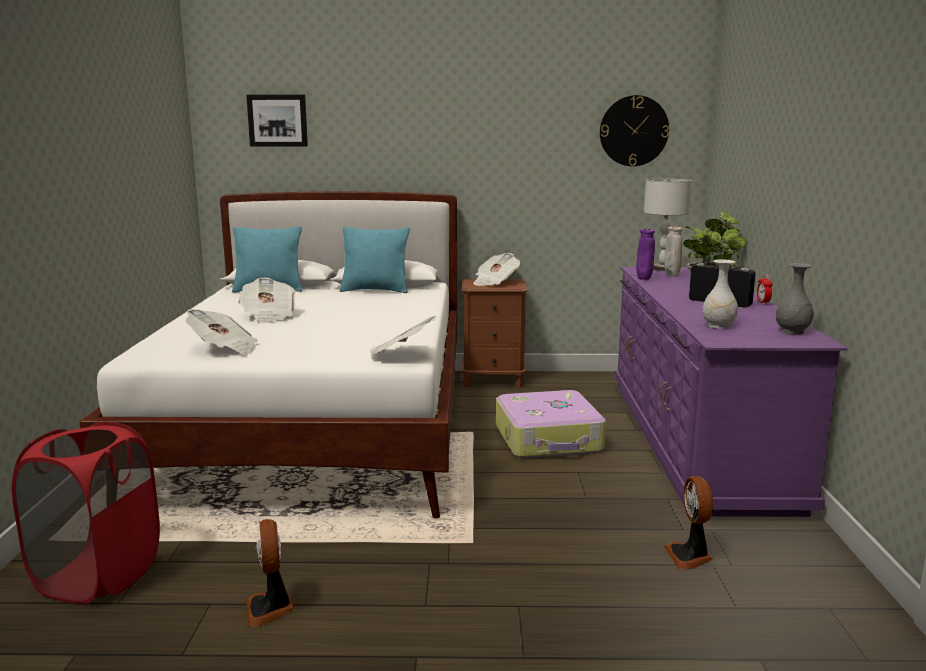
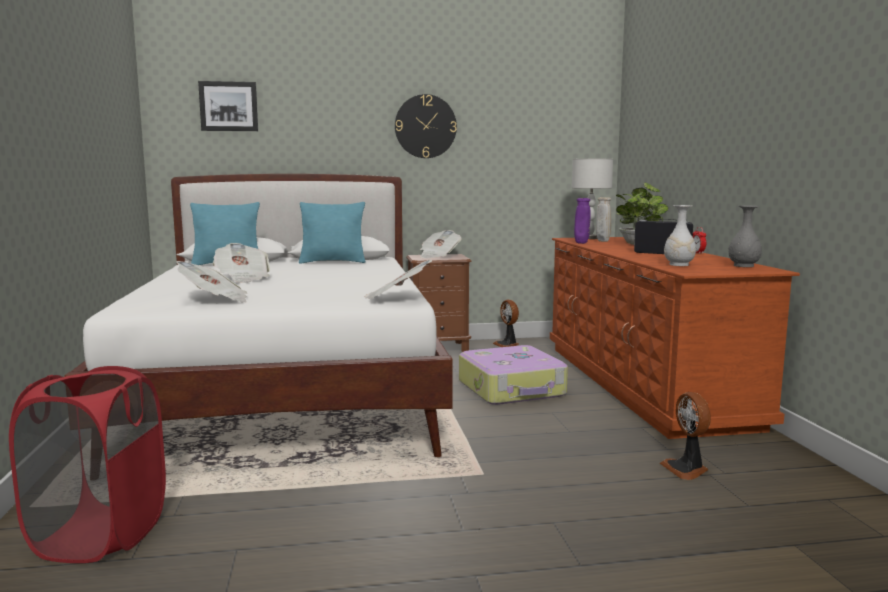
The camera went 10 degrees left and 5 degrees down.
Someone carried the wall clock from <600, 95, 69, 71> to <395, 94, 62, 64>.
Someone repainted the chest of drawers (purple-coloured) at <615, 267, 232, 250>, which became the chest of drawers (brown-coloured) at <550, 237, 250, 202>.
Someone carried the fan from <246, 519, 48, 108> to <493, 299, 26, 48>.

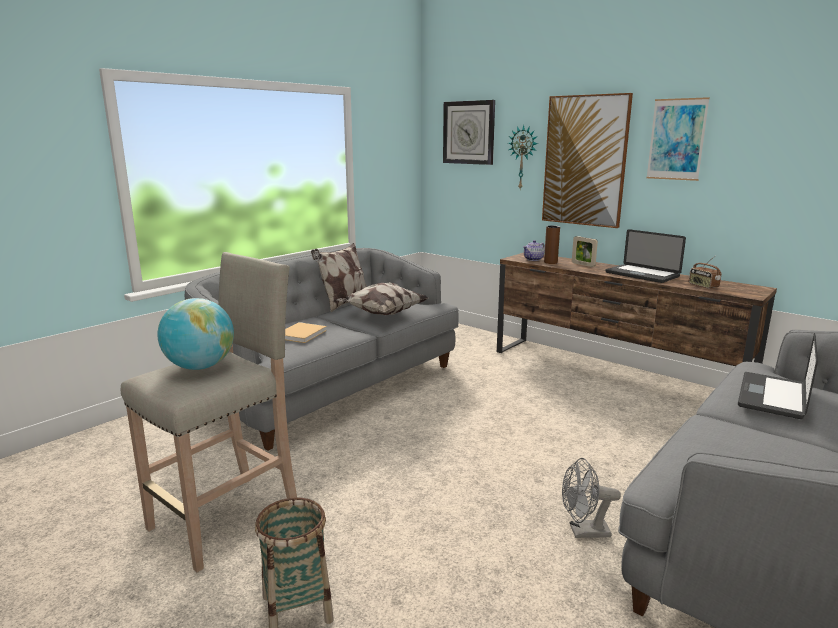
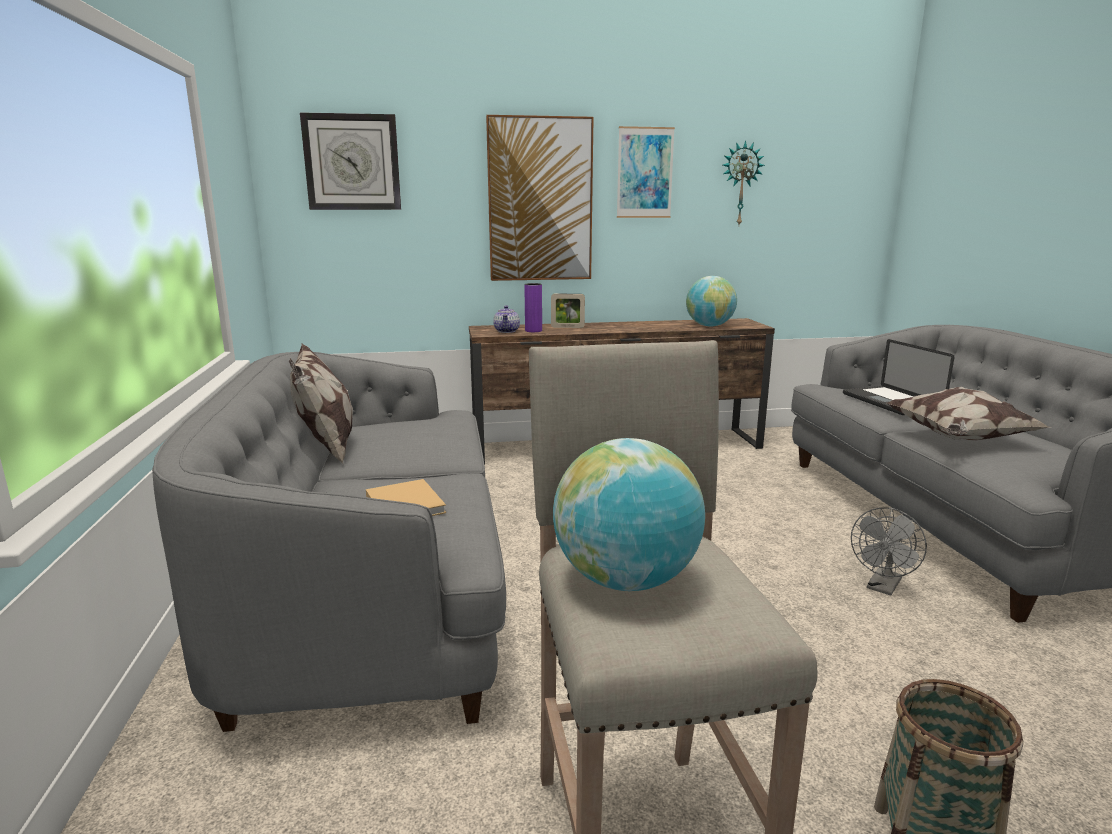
The camera went 50 degrees left and 0 degrees up.
Someone carried the wall clock from <508, 125, 30, 64> to <723, 140, 42, 85>.
Someone repainted the decorative vase (brown-coloured) at <544, 226, 16, 38>, which became the decorative vase (purple-coloured) at <524, 283, 18, 49>.
Someone took away the portable computer at <606, 229, 80, 54>.
Someone swapped the radio set at <689, 256, 32, 33> for the world globe at <686, 276, 51, 51>.
Someone carried the throw pillow from <336, 282, 92, 33> to <887, 387, 163, 53>.

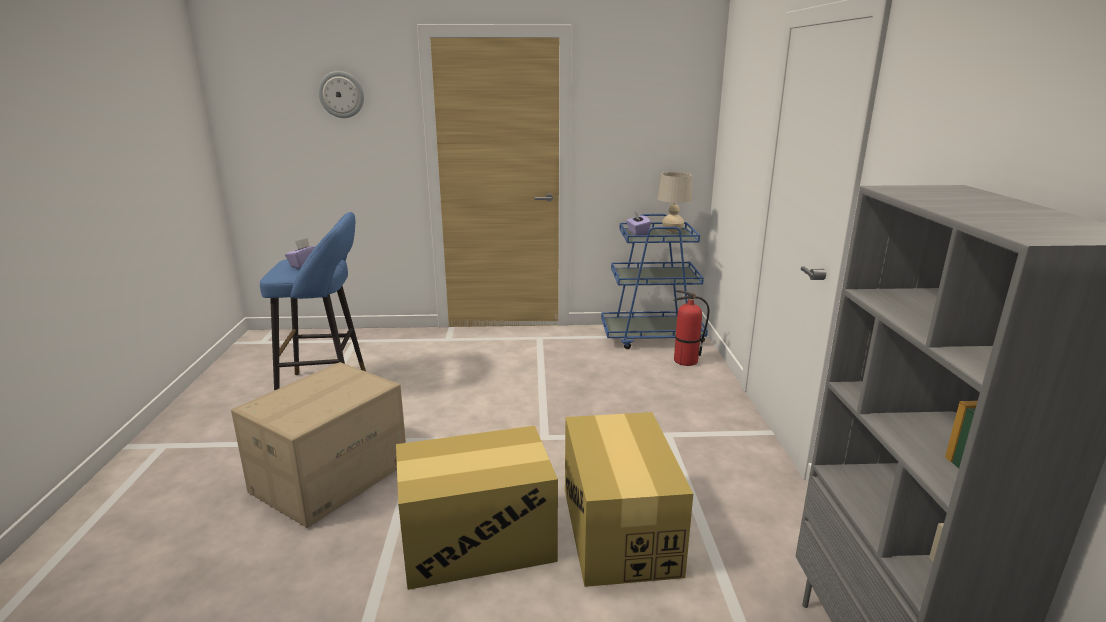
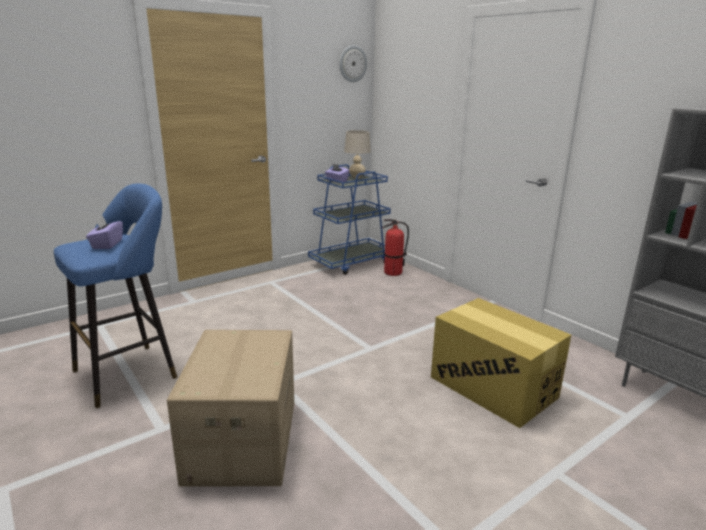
The camera went 35 degrees left and 0 degrees up.
Someone carried the wall clock from <318, 71, 46, 47> to <339, 45, 28, 37>.
Someone took away the packing box at <396, 426, 162, 164>.

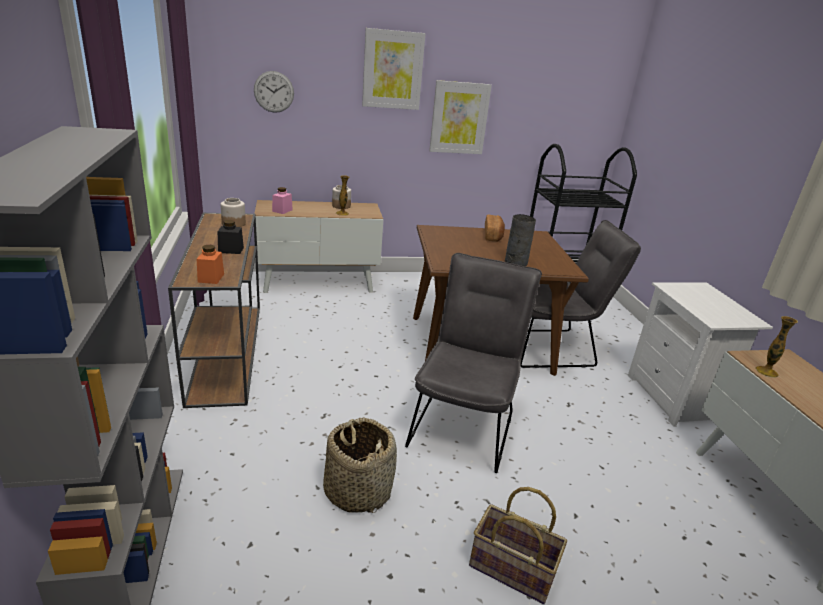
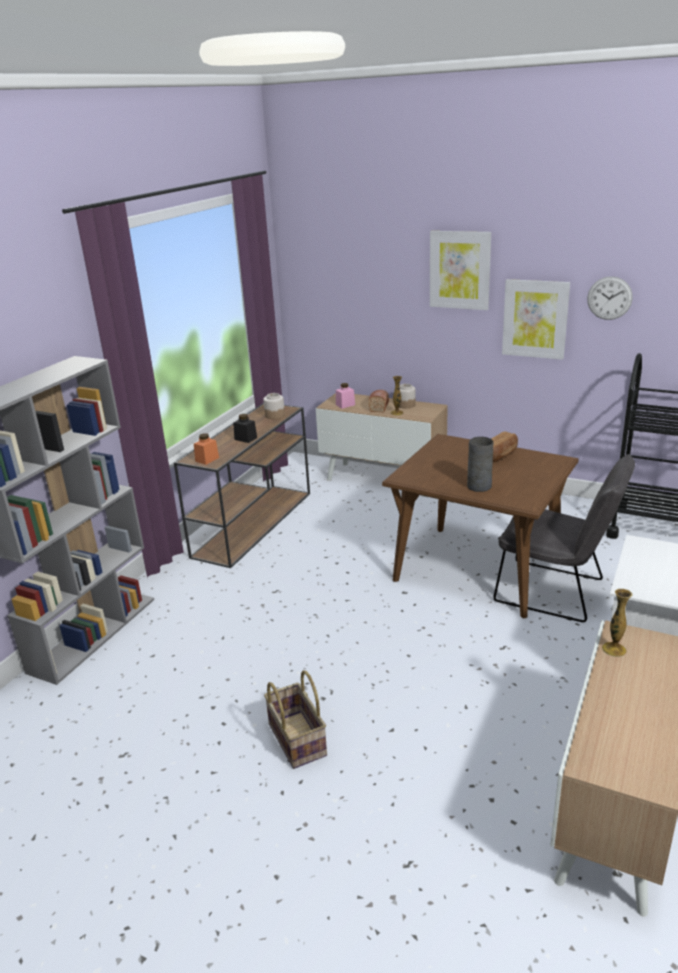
The camera went 40 degrees right and 0 degrees up.
Someone carried the wall clock from <254, 71, 40, 42> to <587, 276, 46, 44>.
Someone took away the upright chair (greyish) at <405, 253, 137, 220>.
Someone took away the household basket at <323, 417, 74, 96>.
Someone put down the bakery bread at <368, 390, 21, 22>.

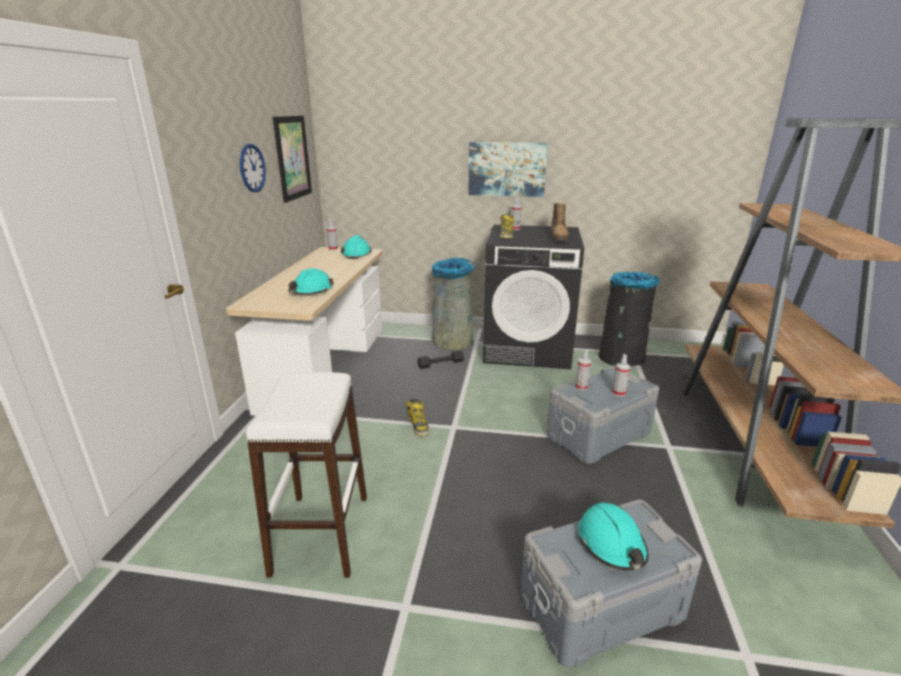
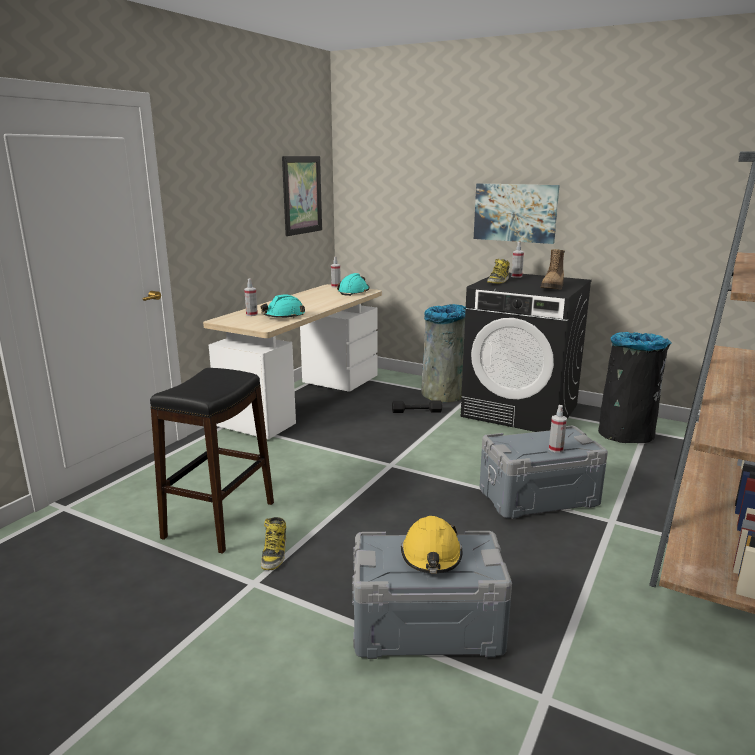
The camera went 20 degrees right and 5 degrees down.
Someone took away the wall clock at <240, 144, 26, 48>.
Someone carried the hand sprayer from <575, 349, 16, 42> to <244, 279, 14, 37>.
Someone repainted the stool seat (whitish) at <246, 372, 121, 206>, which became the stool seat (black-coloured) at <150, 368, 124, 186>.
Someone carried the high-top boot from <406, 399, 23, 37> to <261, 517, 25, 53>.
Someone repainted the hard hat (turquoise) at <578, 503, 70, 68>, which became the hard hat (yellowish) at <401, 516, 62, 57>.

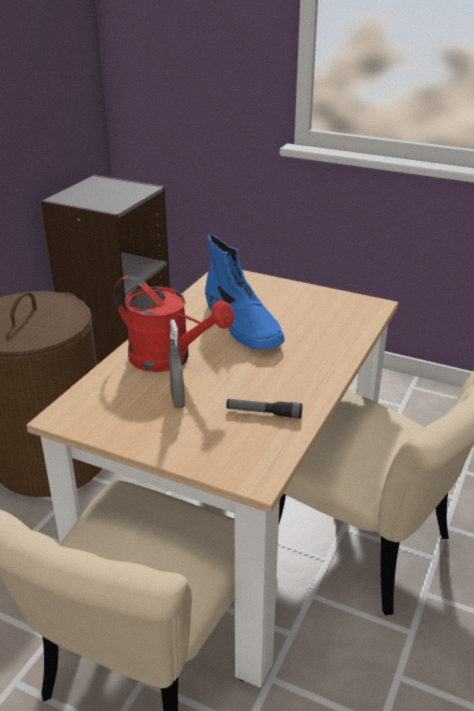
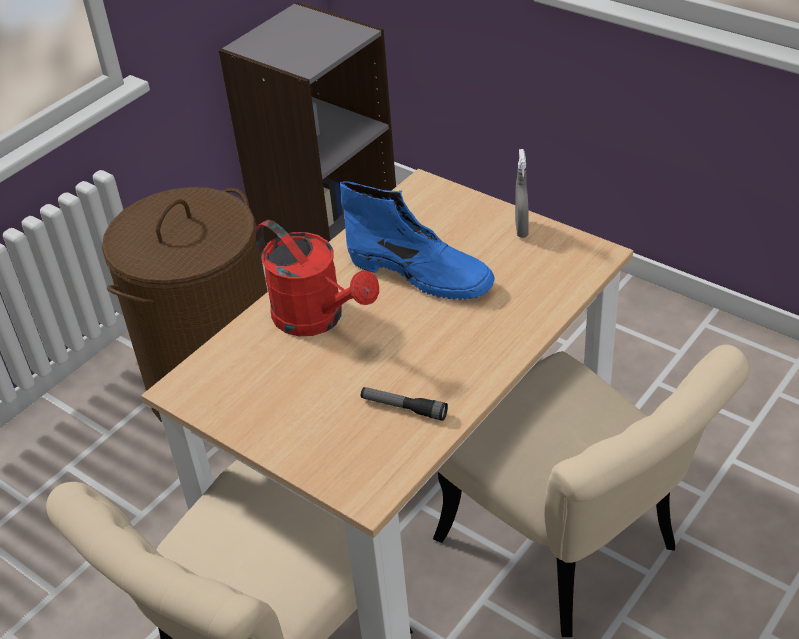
The camera went 15 degrees right and 10 degrees up.
Someone rotated the high-top boot (bluish) at <205, 235, 80, 115> by 45 degrees counterclockwise.
Someone carried the hand sprayer (greyish) from <169, 320, 16, 88> to <515, 149, 14, 89>.

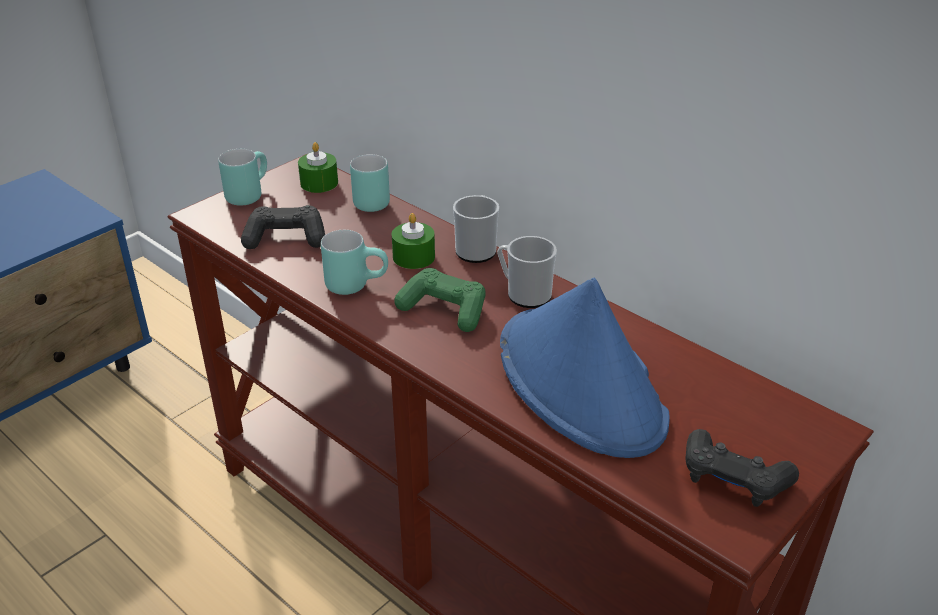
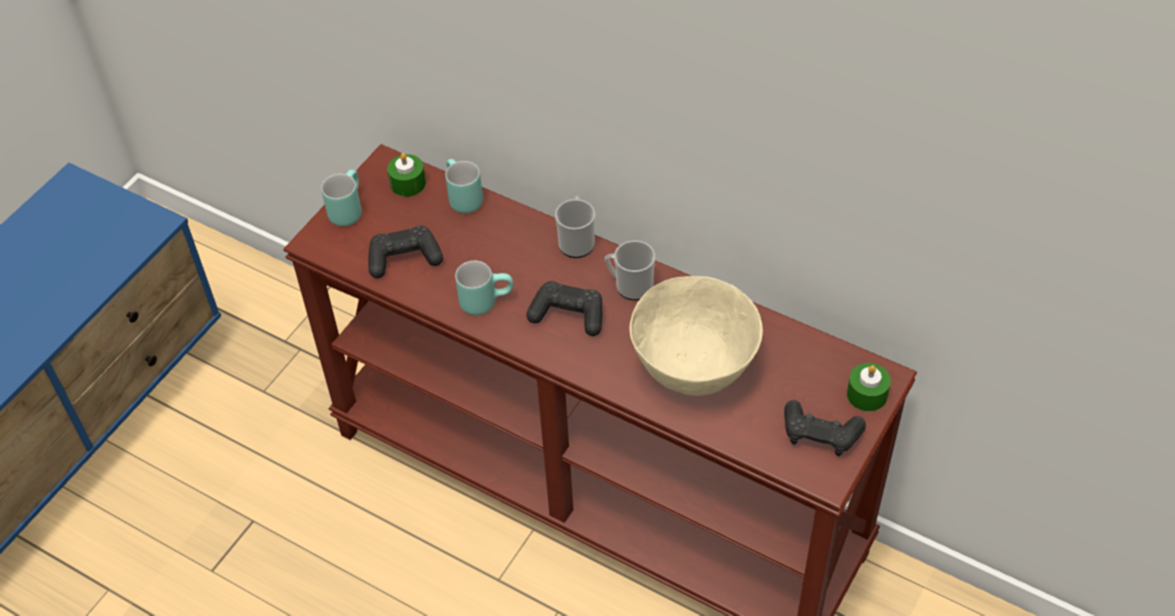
The camera went 10 degrees left and 15 degrees up.
Someone carried the wax light (green-coloured) from <392, 213, 43, 56> to <847, 363, 44, 49>.
Someone repainted the joypad (green-coloured) at <394, 268, 92, 64>, which became the joypad (black-coloured) at <526, 281, 76, 55>.
Someone swapped the wearable hat (bluish) at <500, 278, 169, 180> for the serving bowl (beige-coloured) at <630, 276, 133, 120>.

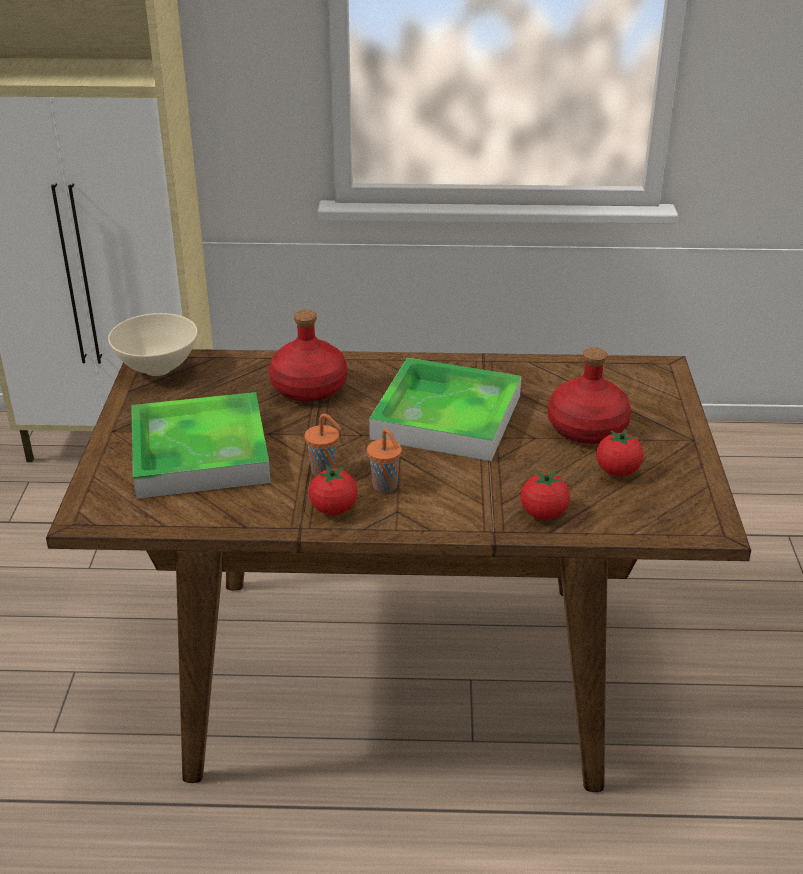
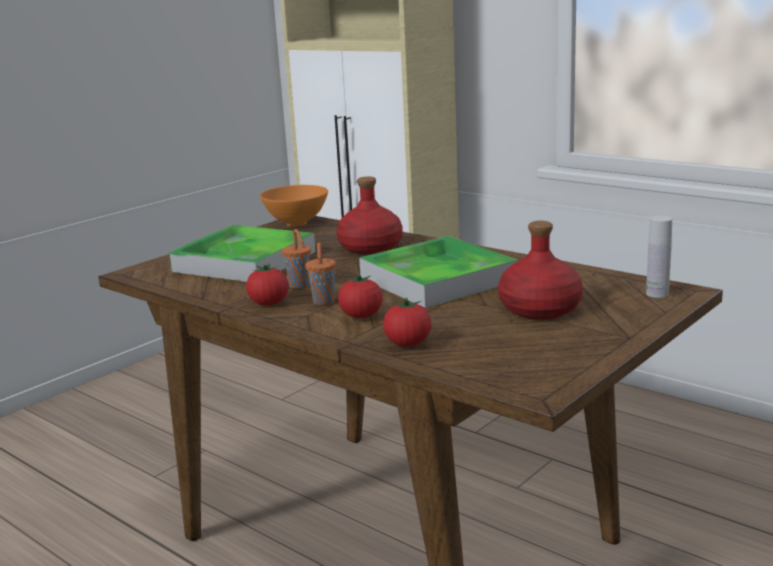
The camera went 40 degrees right and 15 degrees down.
Someone repainted the serving bowl (beige-coloured) at <108, 313, 90, 63>, which became the serving bowl (orangey) at <260, 185, 68, 41>.
Someone carried the fresh tomato from <596, 429, 48, 48> to <338, 274, 45, 44>.
Someone put down the drink bottle (whitish) at <646, 216, 26, 82>.

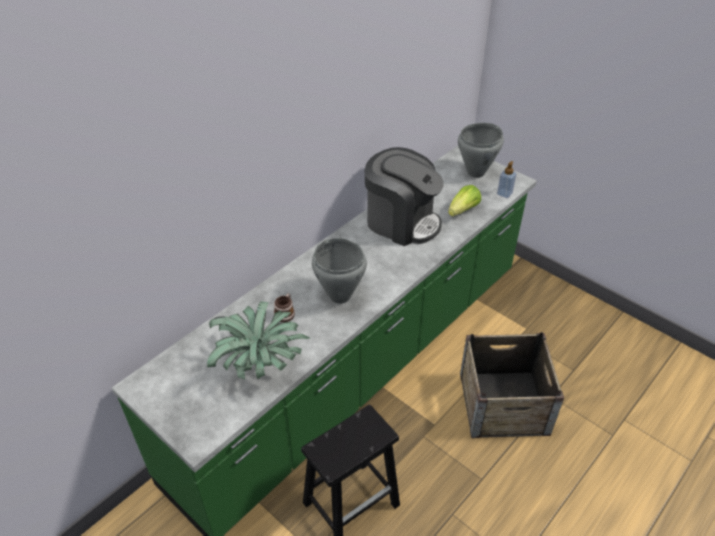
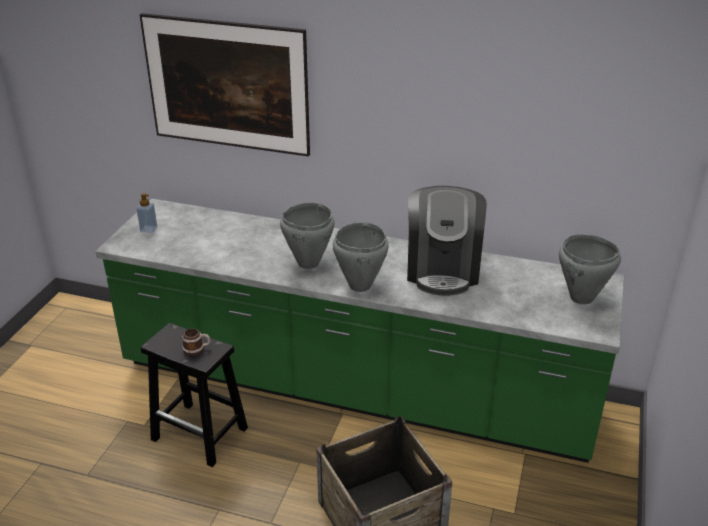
The camera went 65 degrees right and 10 degrees down.
Someone carried the liquid soap bottle from <497, 161, 19, 37> to <136, 193, 21, 40>.
Someone took away the head of lettuce at <448, 185, 33, 32>.
Someone carried the coffee mug from <274, 293, 21, 29> to <182, 329, 28, 27>.
Someone took away the houseplant at <207, 301, 102, 79>.
Someone put up the picture at <140, 13, 170, 144>.
Someone put down the saucepot (greyish) at <333, 222, 56, 70>.

